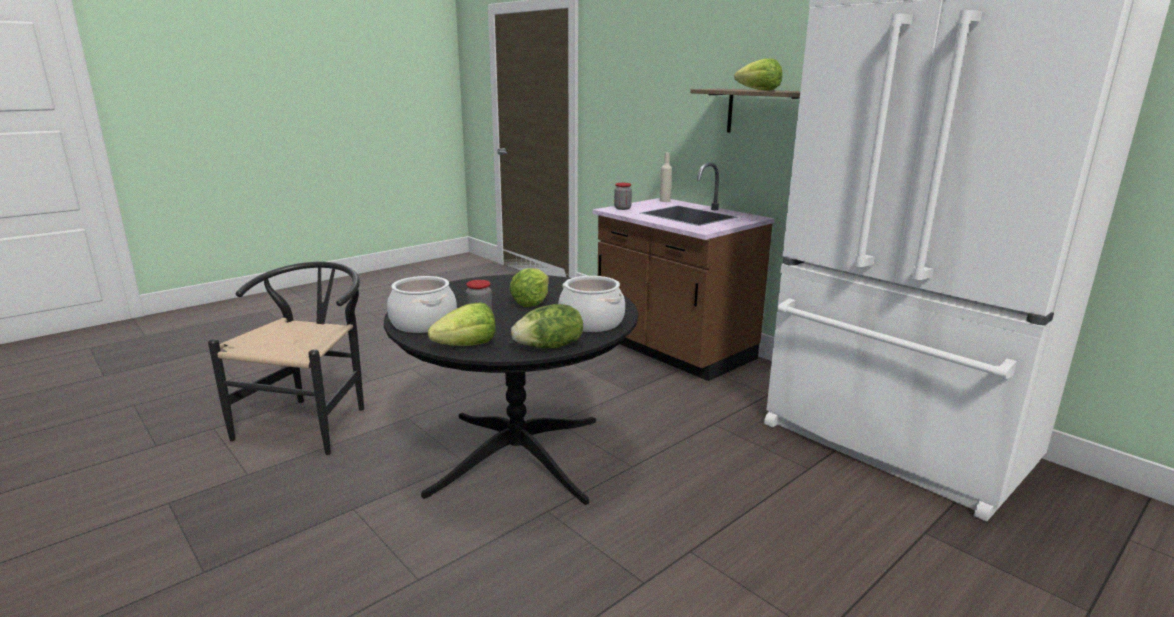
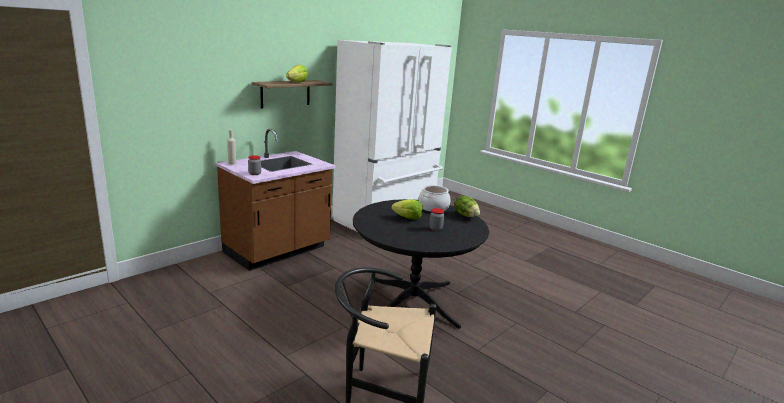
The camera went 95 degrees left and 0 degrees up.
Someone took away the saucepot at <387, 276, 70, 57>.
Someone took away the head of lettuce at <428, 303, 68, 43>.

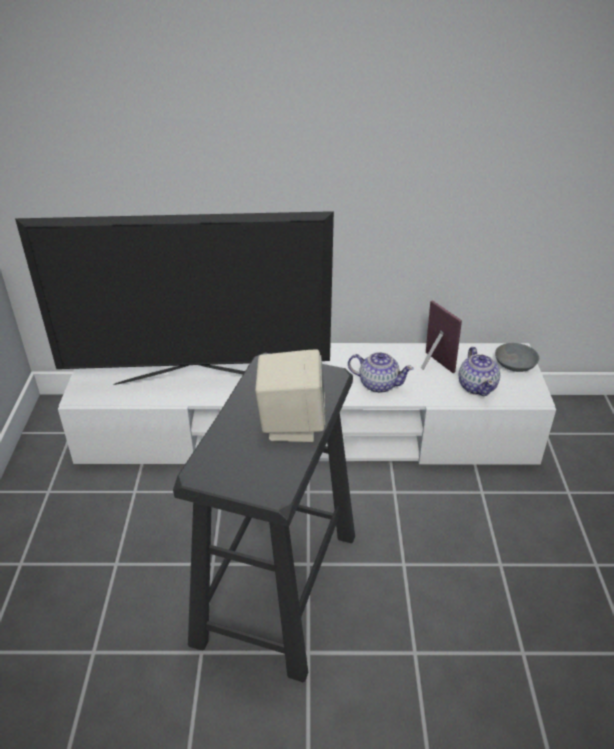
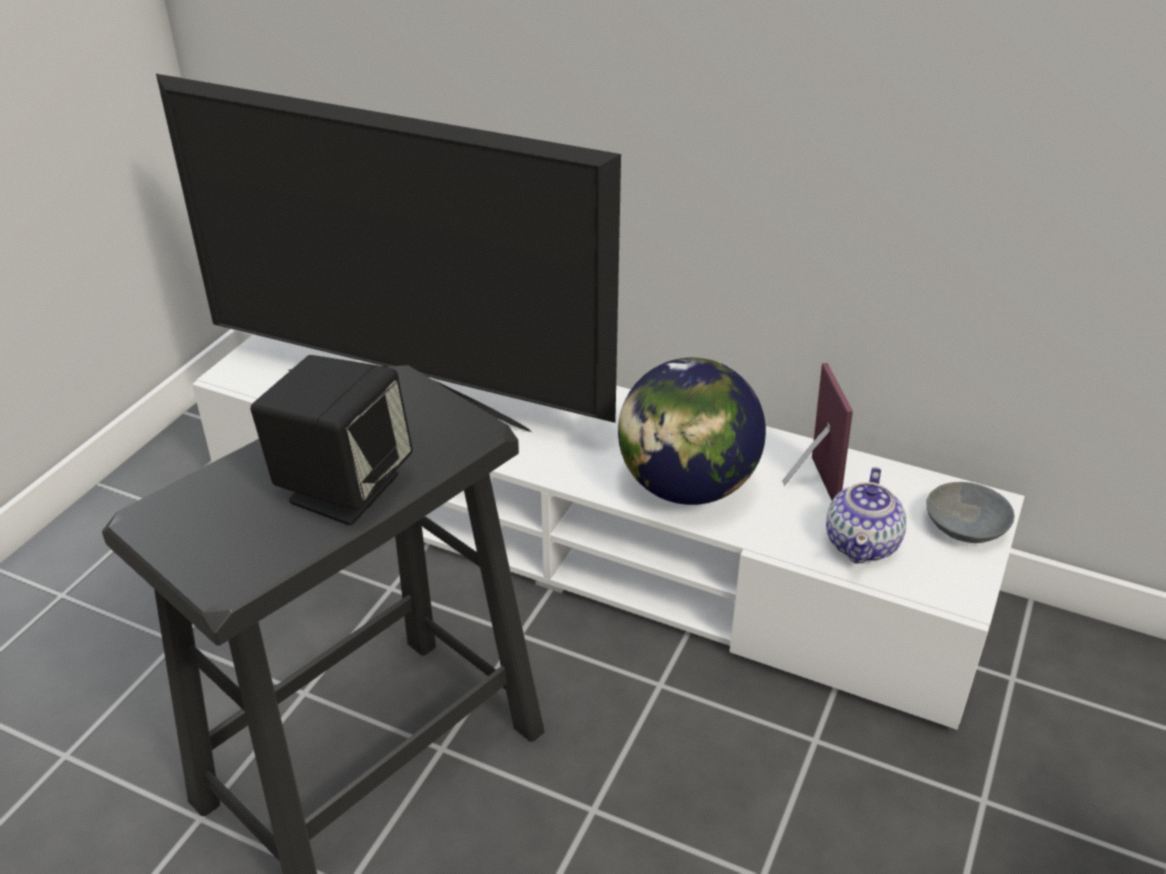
The camera went 25 degrees right and 0 degrees up.
Someone repainted the audio speaker (beige-coloured) at <255, 349, 70, 93>, which became the audio speaker (black-coloured) at <251, 355, 162, 170>.
Someone swapped the pot for tea at <348, 352, 66, 41> for the world globe at <618, 358, 148, 147>.

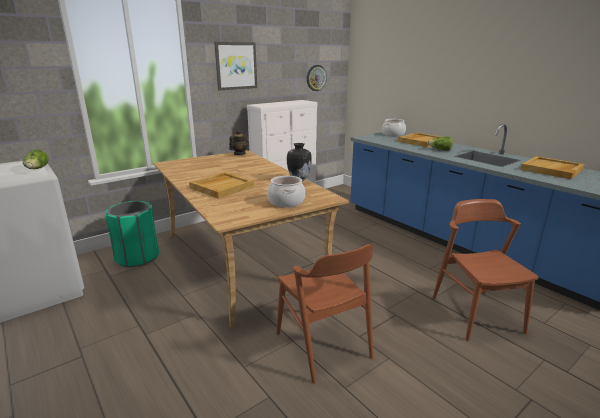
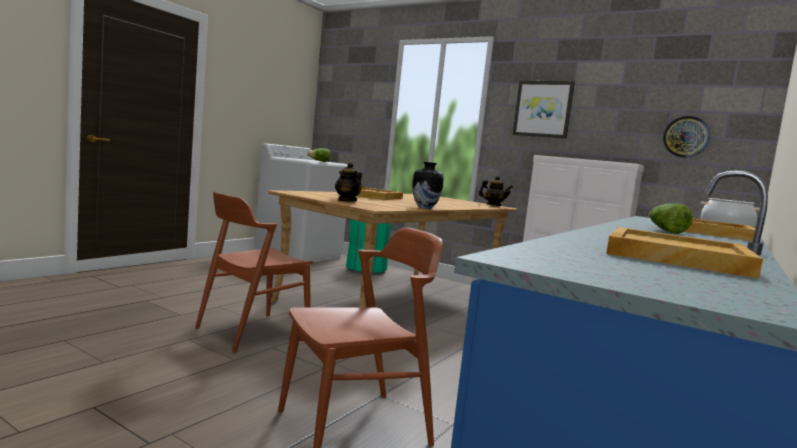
The camera went 70 degrees right and 15 degrees down.
Someone swapped the saucepot at <267, 176, 38, 32> for the pot for tea at <335, 162, 27, 40>.

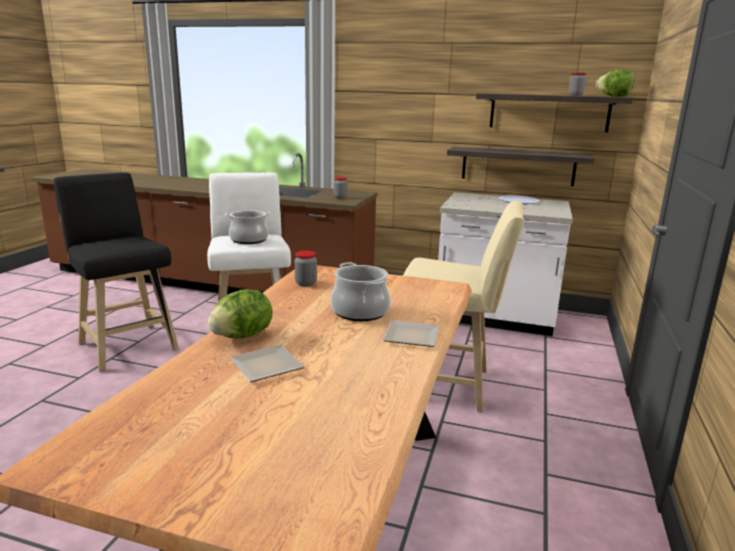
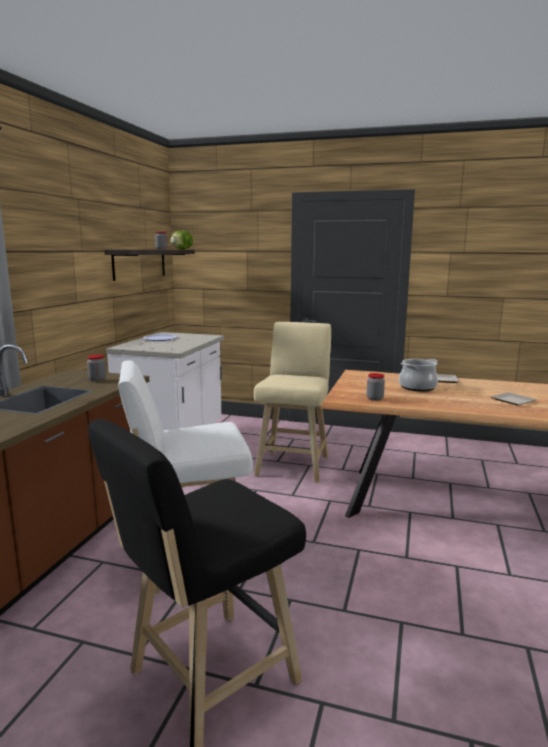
The camera went 90 degrees left and 5 degrees down.
Someone took away the bracket shelf at <447, 147, 147, 39>.
Someone took away the saucepot at <224, 210, 47, 34>.
Someone took away the head of lettuce at <207, 289, 66, 50>.

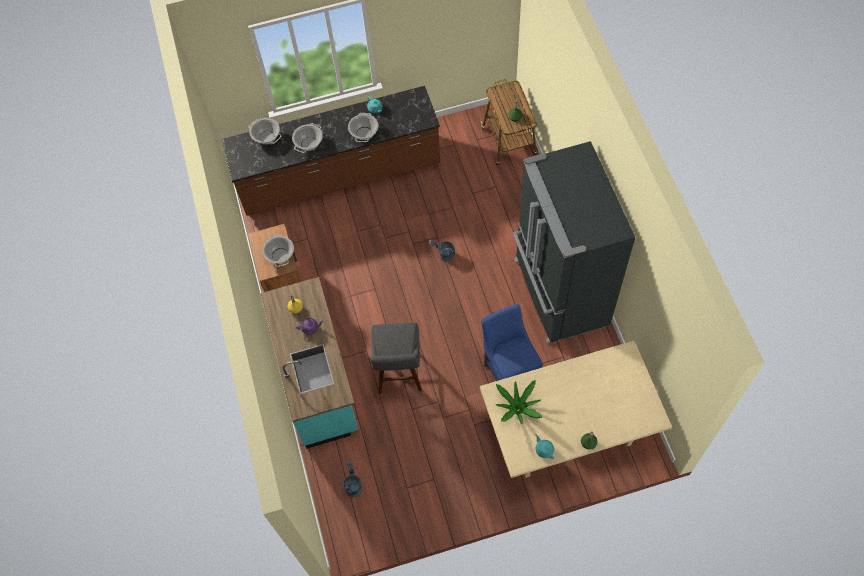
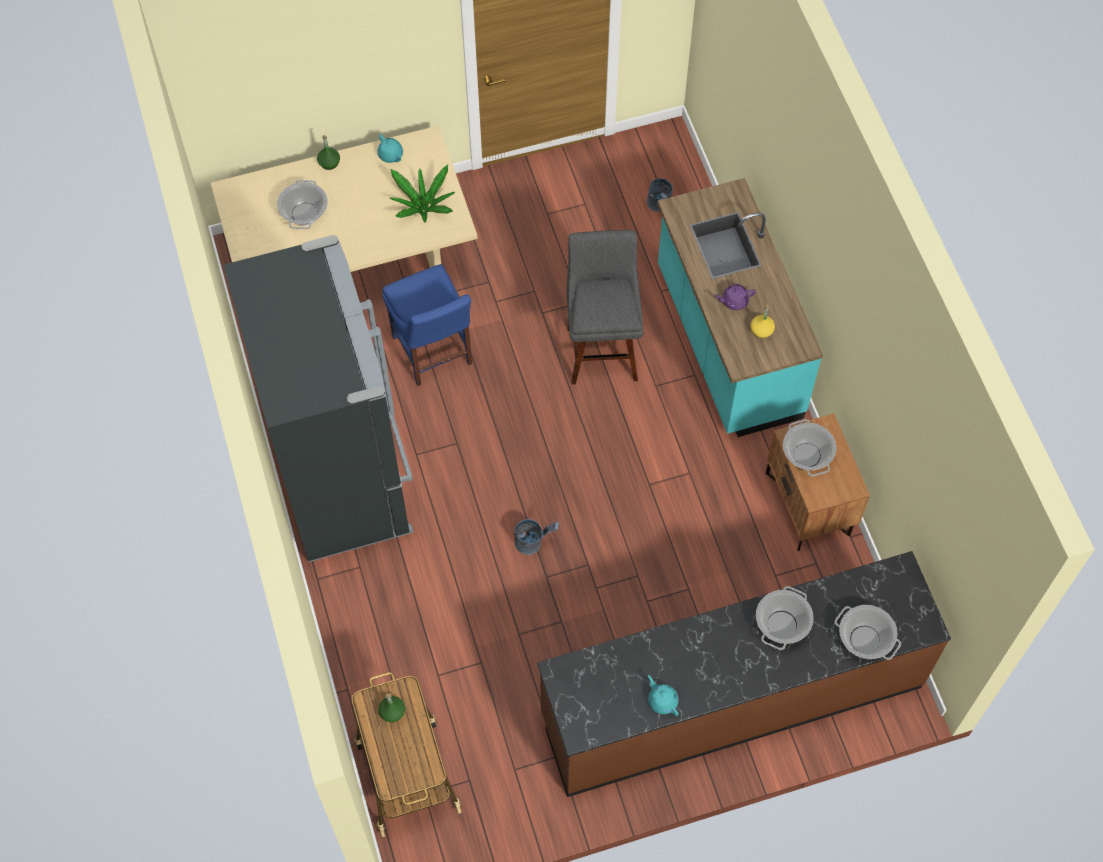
The camera went 175 degrees right and 0 degrees up.
Someone carried the saucepot from <348, 113, 30, 29> to <277, 180, 51, 49>.

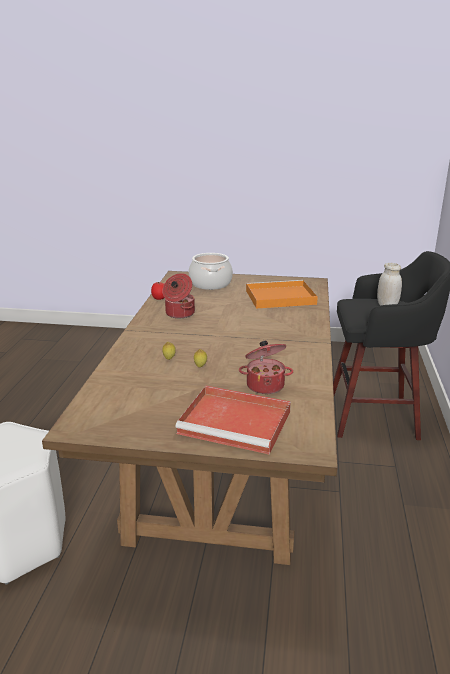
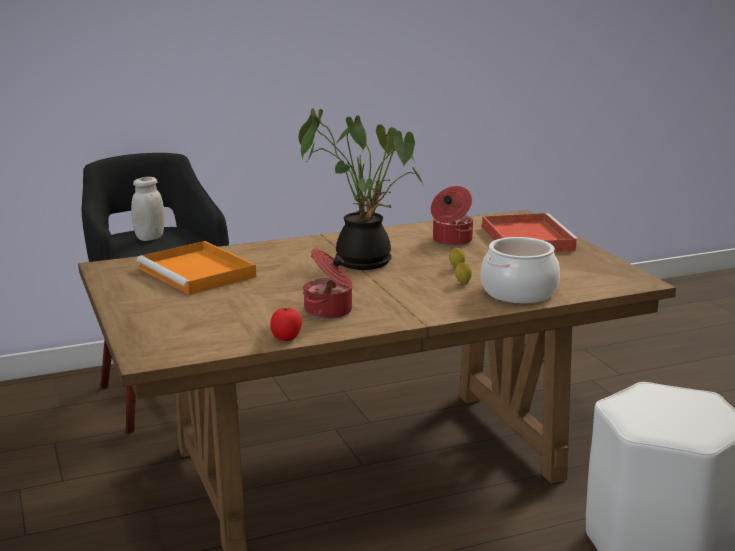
The camera went 120 degrees left and 5 degrees down.
Someone carried the saucepot from <189, 253, 44, 37> to <481, 237, 79, 66>.
Someone put down the houseplant at <298, 108, 125, 162>.

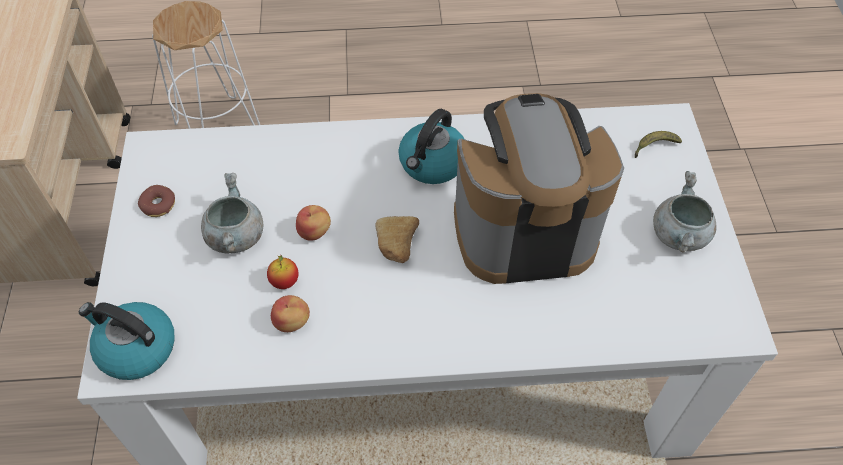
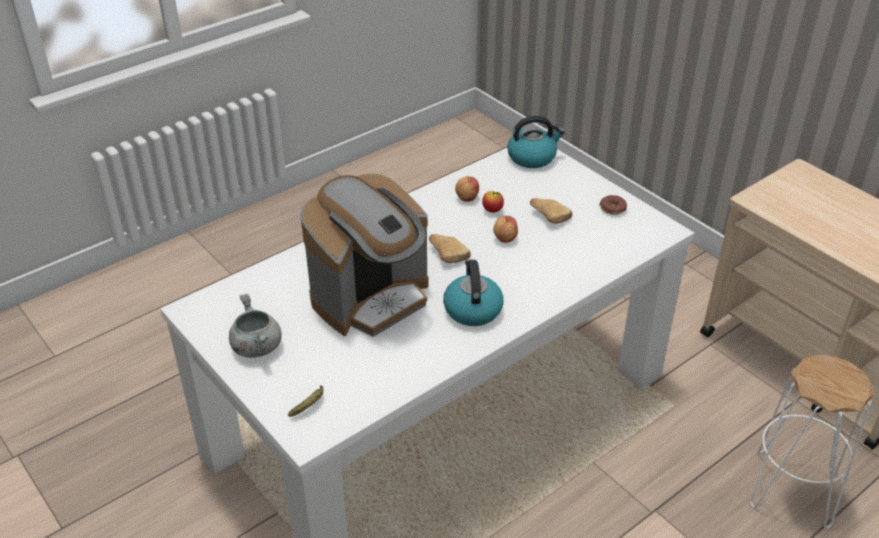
The camera went 145 degrees right and 15 degrees down.
Someone swapped the saucepot (greyish) at <201, 173, 62, 81> for the bakery bread at <530, 198, 42, 26>.

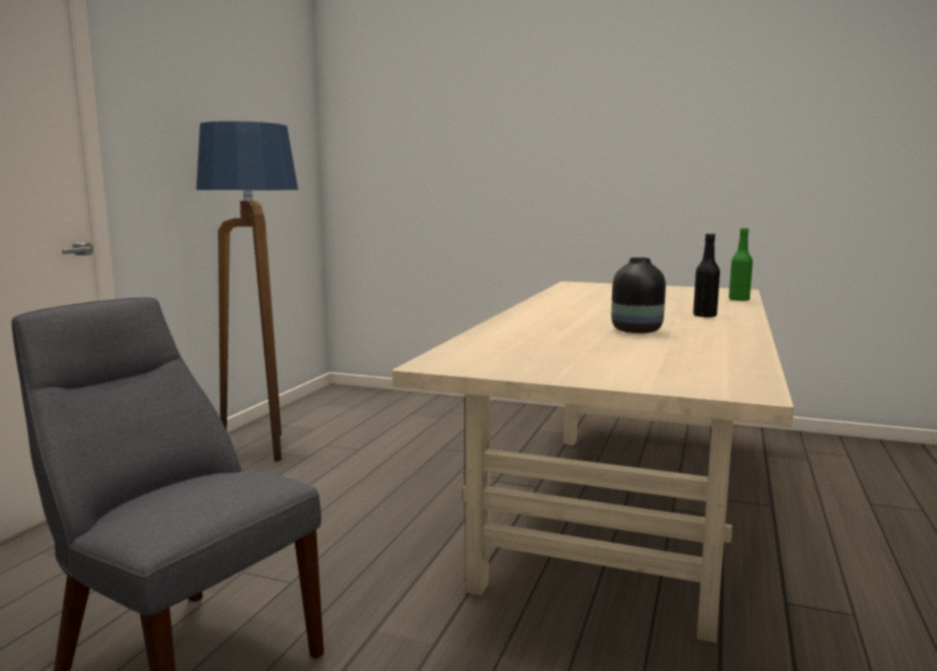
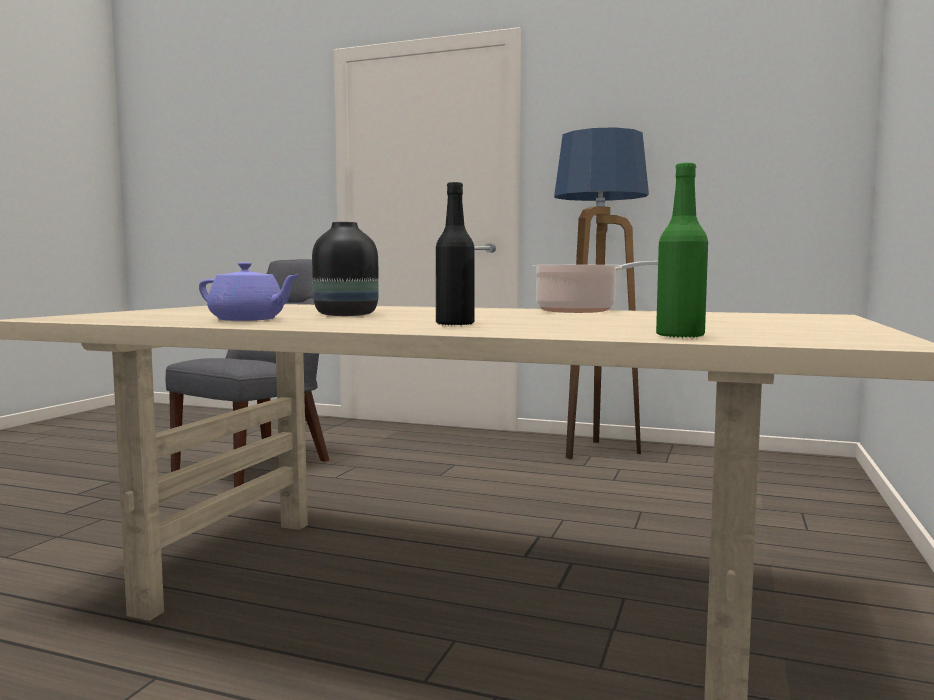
The camera went 90 degrees right and 5 degrees down.
Someone put down the saucepot at <533, 261, 125, 52>.
Someone put down the pot for tea (purple-coloured) at <199, 262, 101, 59>.

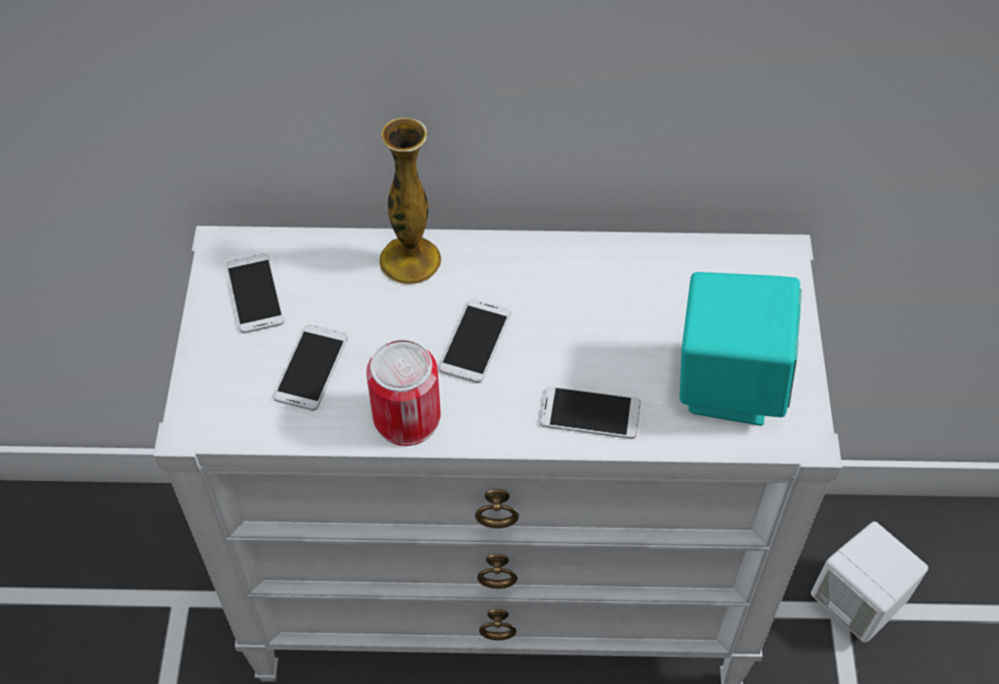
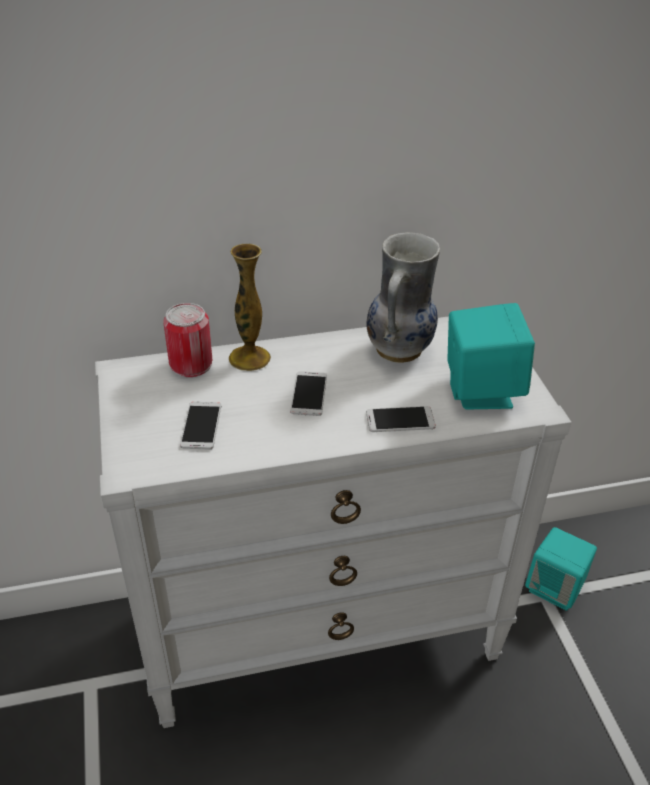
The camera went 15 degrees left and 15 degrees down.
Someone took away the handset at <226, 254, 58, 79>.
Someone carried the sealed can from <366, 339, 75, 107> to <163, 303, 49, 74>.
Someone repainted the audio speaker (whitish) at <811, 521, 117, 122>, which became the audio speaker (turquoise) at <525, 527, 72, 84>.
Someone put down the decorative vase at <366, 232, 74, 131>.

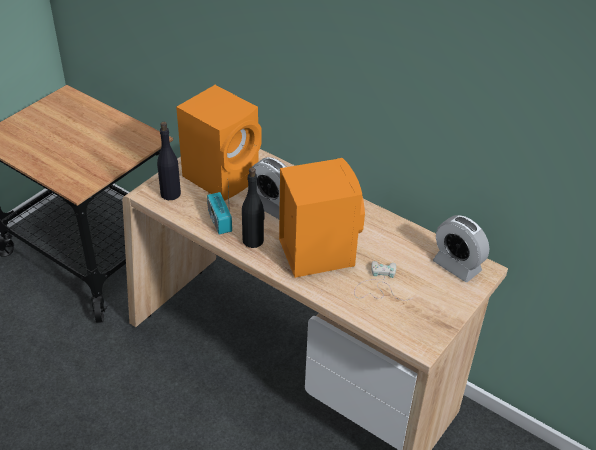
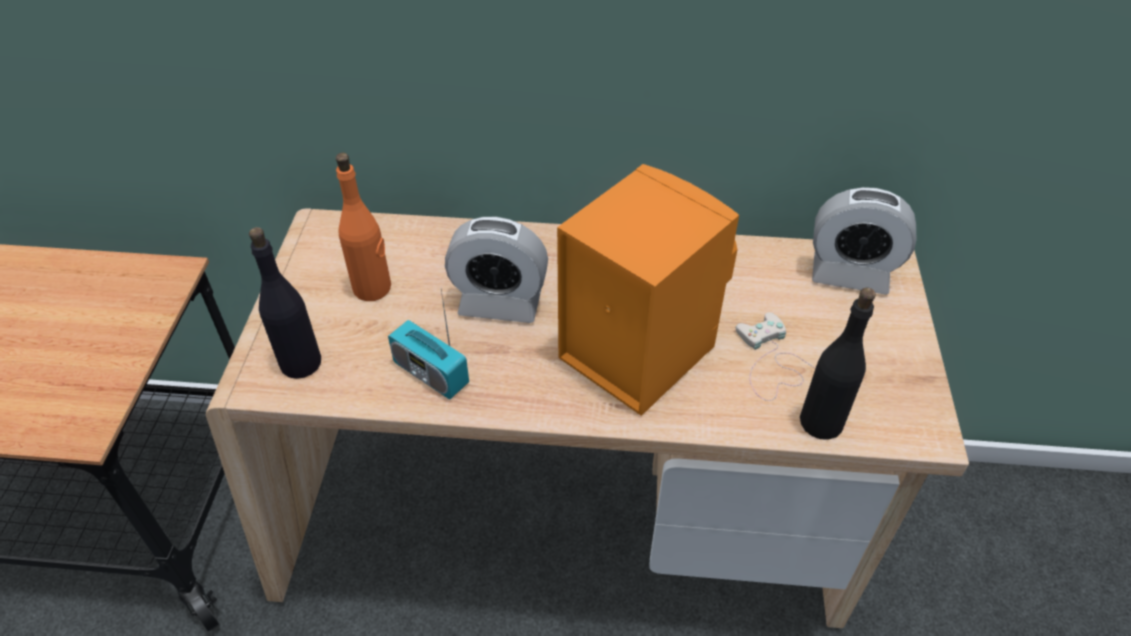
The camera went 30 degrees left and 5 degrees up.
Someone swapped the audio speaker (orangey) at <176, 85, 86, 116> for the drink bottle (orangey) at <336, 153, 55, 148>.
Someone carried the drink bottle (black-coloured) from <242, 167, 23, 81> to <800, 288, 76, 152>.

